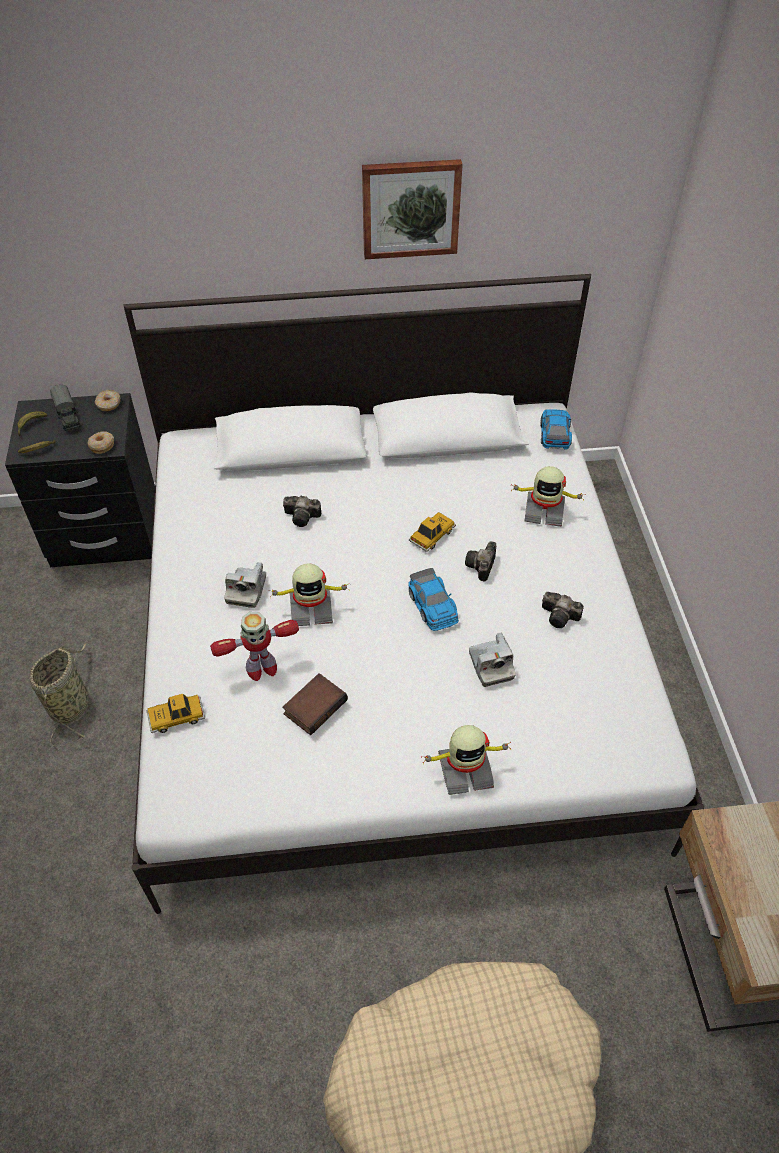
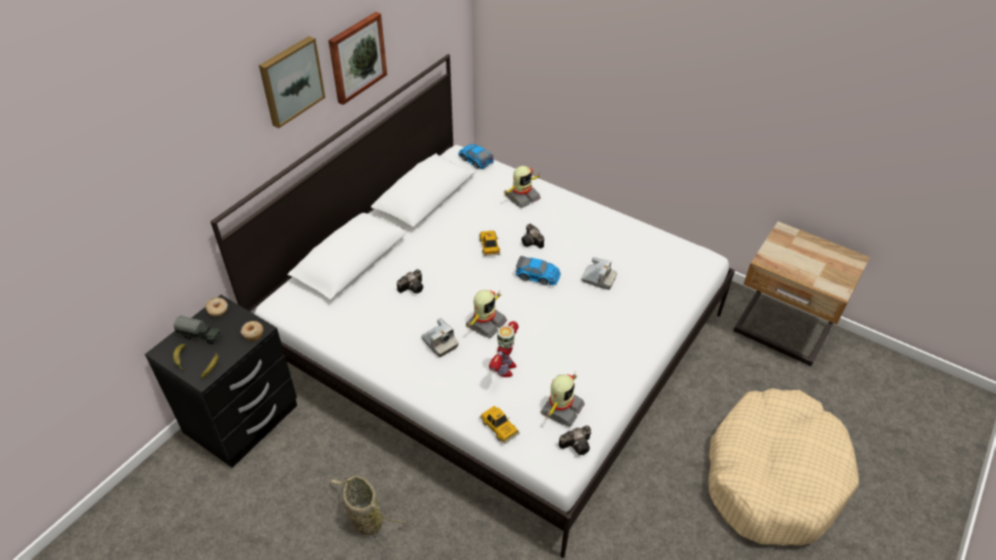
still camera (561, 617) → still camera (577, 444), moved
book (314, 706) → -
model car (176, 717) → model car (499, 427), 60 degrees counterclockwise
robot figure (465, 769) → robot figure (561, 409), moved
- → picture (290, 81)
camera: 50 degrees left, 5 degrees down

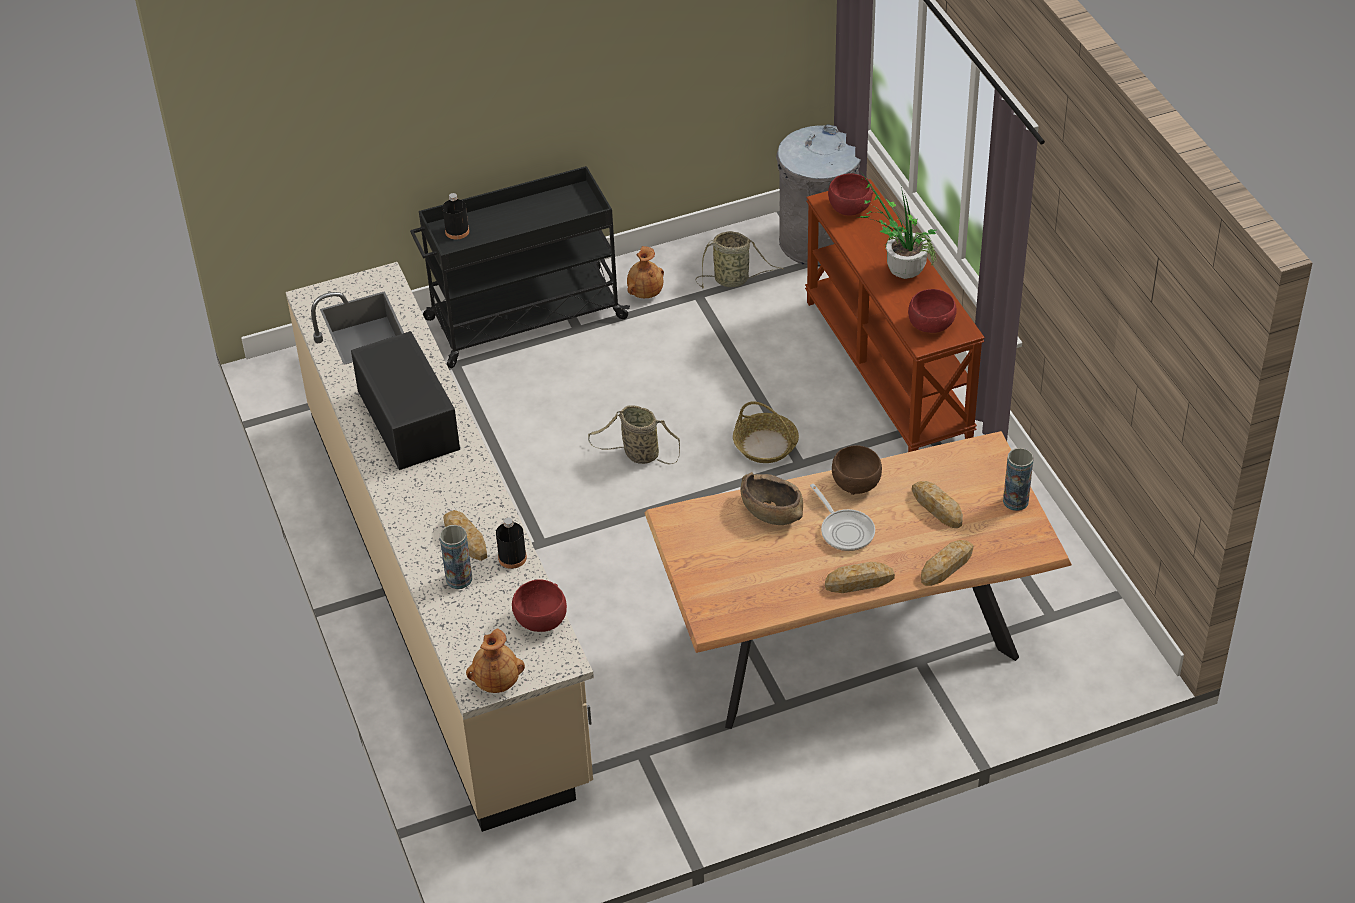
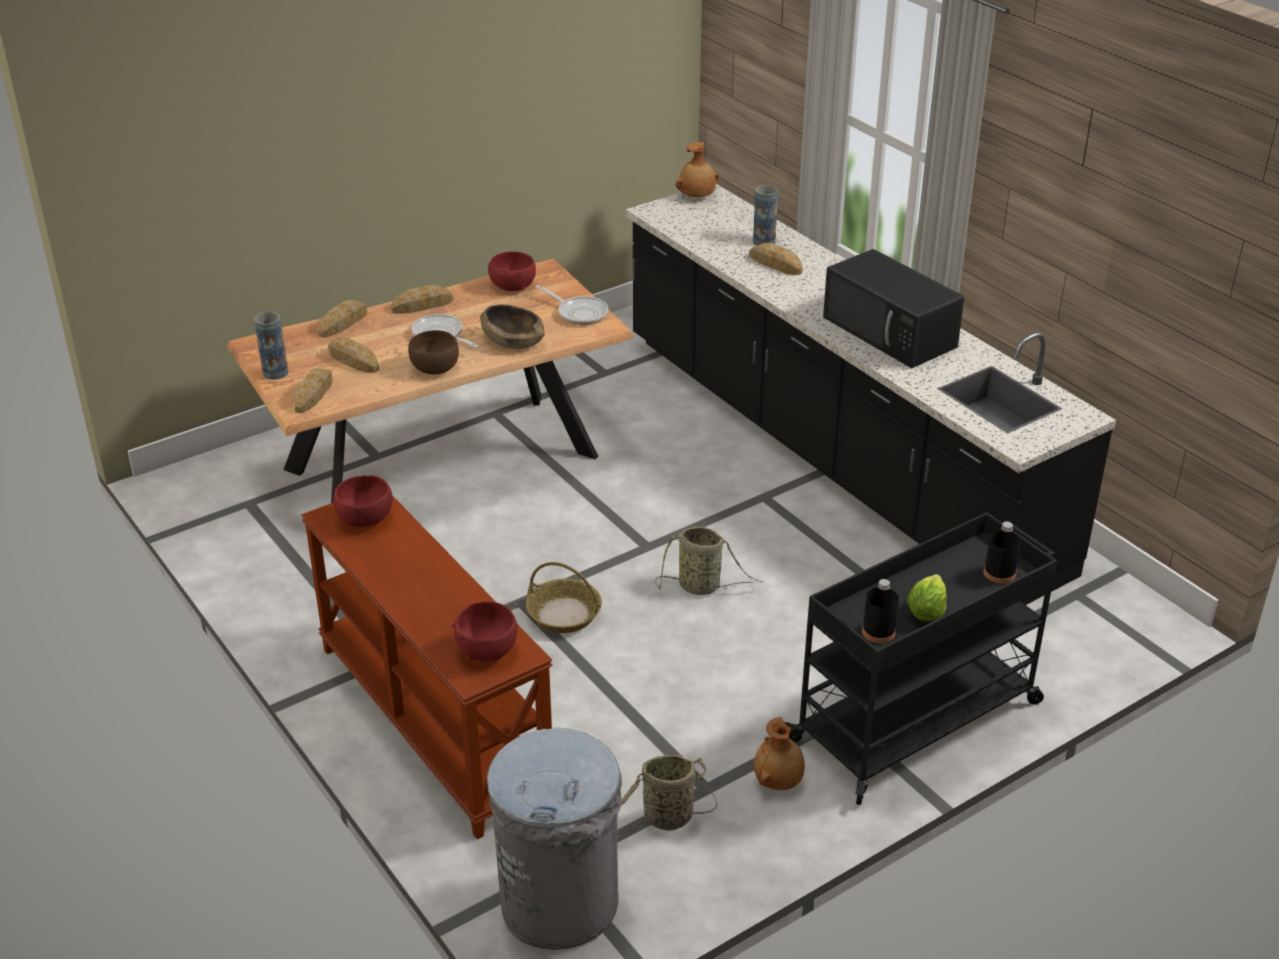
potted plant (898, 269) → -
counter in beige (445, 589) → counter in black (832, 451)
beverage bottle in black (512, 557) → beverage bottle in black (878, 632), moved
bowl in reddish (541, 620) → bowl in reddish (512, 286), moved
- → skillet (579, 313)
- → bread (313, 394)
- → lettuce (926, 612)
camera: 165 degrees right, 10 degrees down

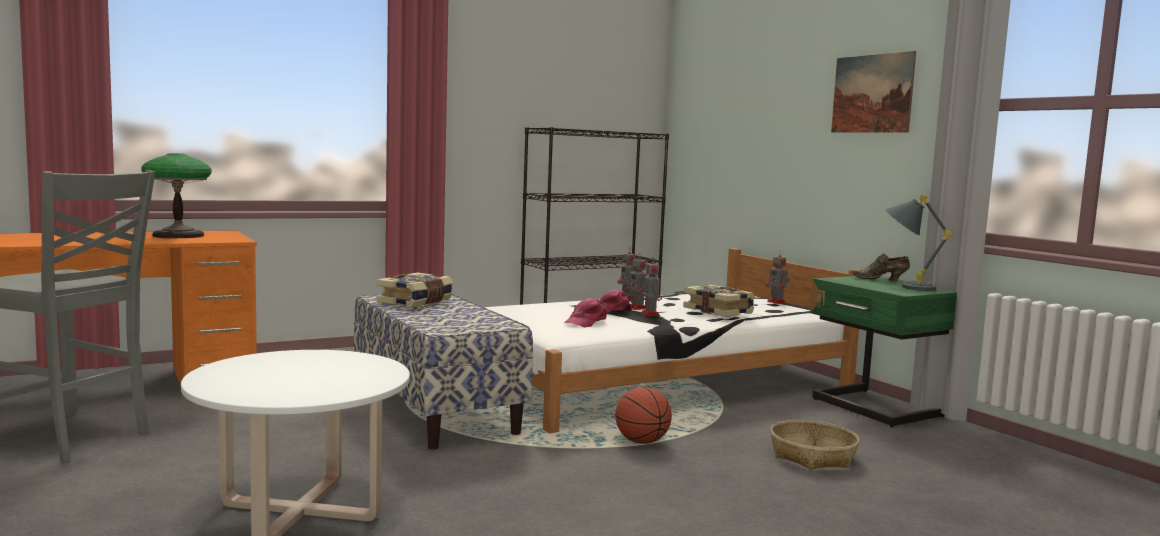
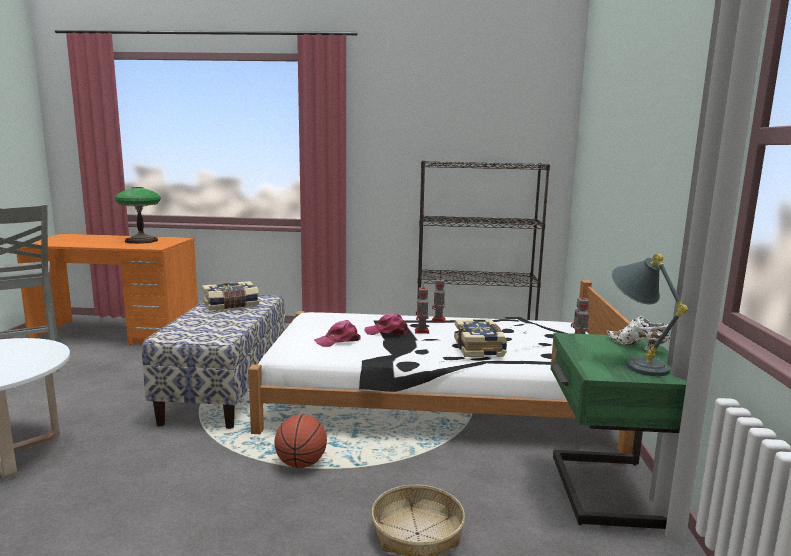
picture (872, 93) → -
shoe in brown-coloured (882, 280) → shoe in white-coloured (637, 347)
robot figure (649, 314) → -
camera: 35 degrees right, 5 degrees up

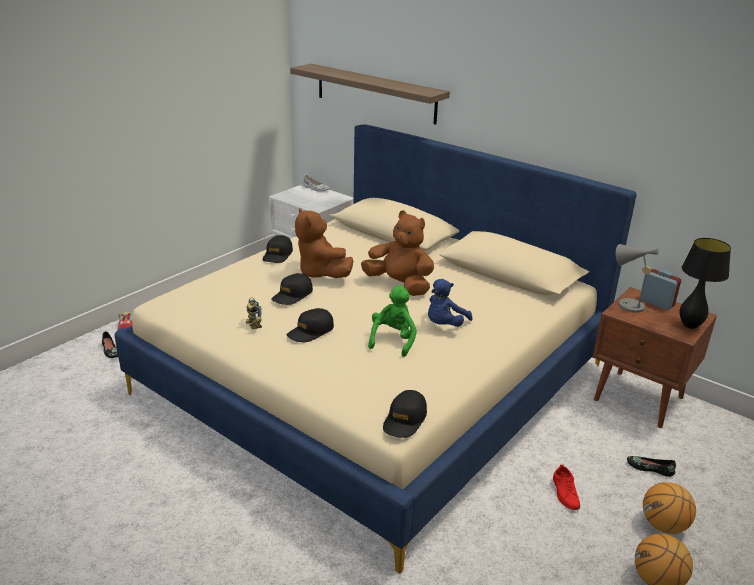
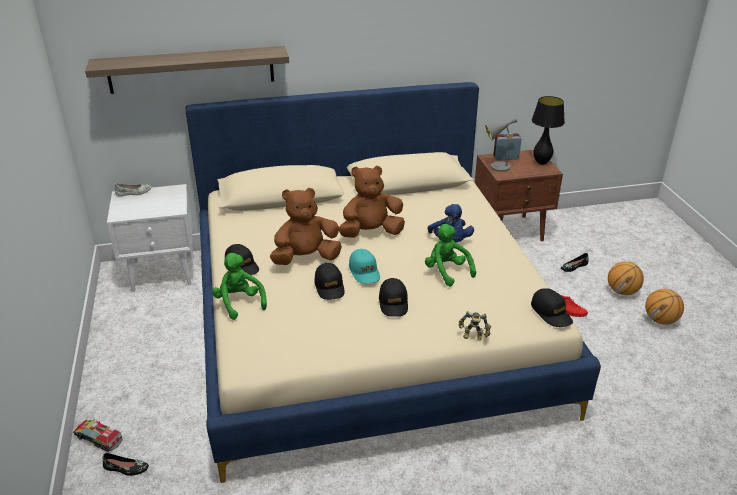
cuddly toy in brown-coloured (320, 273) → cuddly toy in brown-coloured (306, 258), 150 degrees clockwise
robot figure (252, 325) → robot figure (473, 337), moved
- → cap in turquoise (364, 271)
- → cuddly toy in greenish (239, 303)
camera: 50 degrees left, 5 degrees up

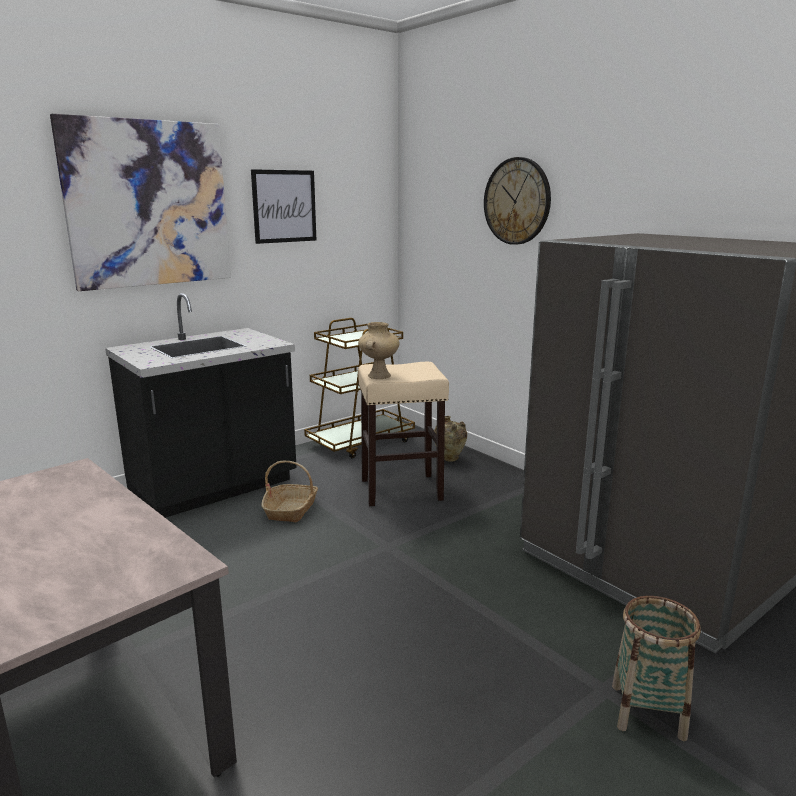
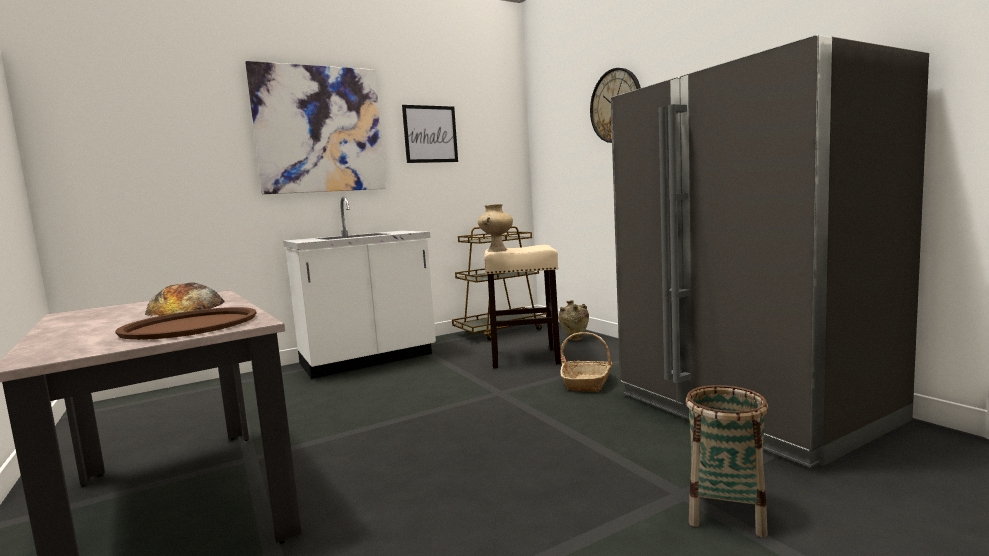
counter in black (214, 489) → counter in white-coloured (368, 360)
household basket (291, 509) → household basket (587, 383), moved
- → bread (186, 307)
- → carrying tray in brown-coloured (190, 325)
camera: 10 degrees right, 10 degrees down

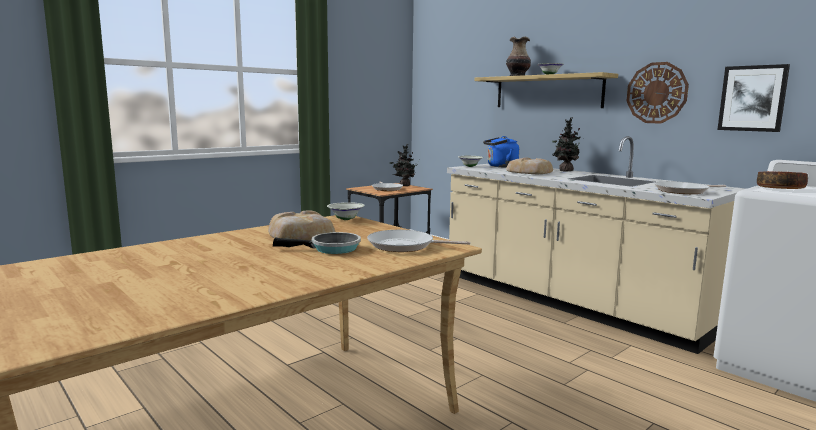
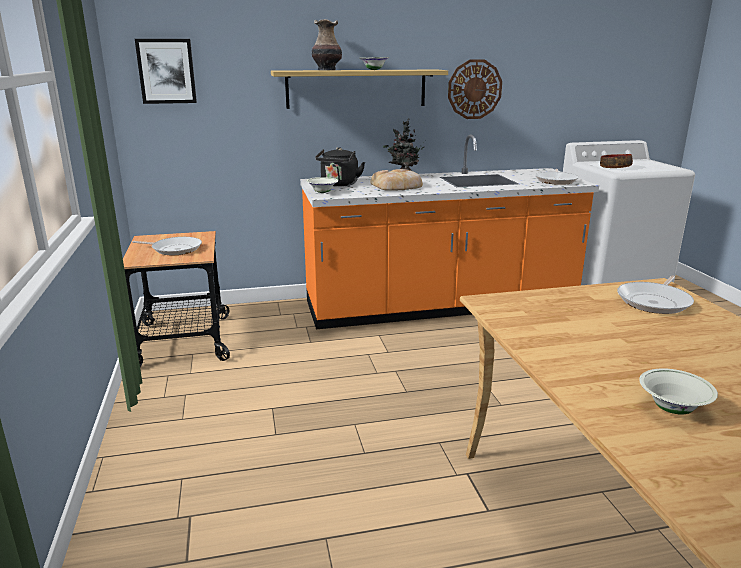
picture (752, 98) → picture (166, 71), moved
counter in beige (569, 302) → counter in orangey (440, 306)
kettle in bluish (500, 166) → kettle in black (339, 185)
potted plant (404, 185) → -
bowl in white-coloured (346, 219) → bowl in white-coloured (672, 409), moved
bread (301, 235) → -
skillet (331, 248) → -
camera: 60 degrees left, 10 degrees up

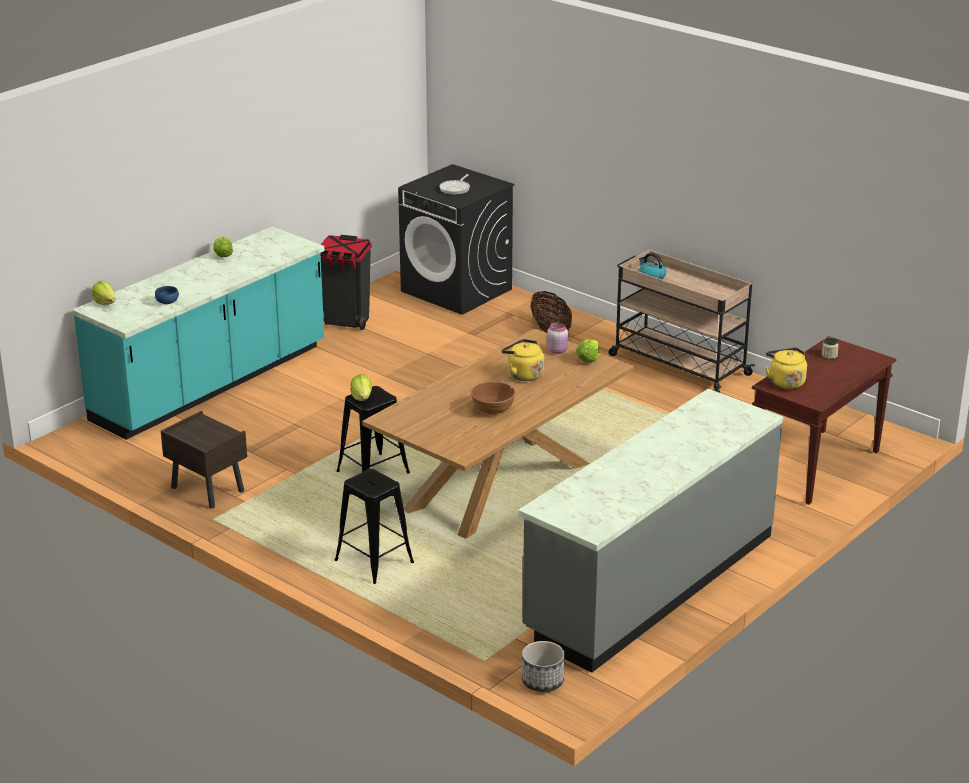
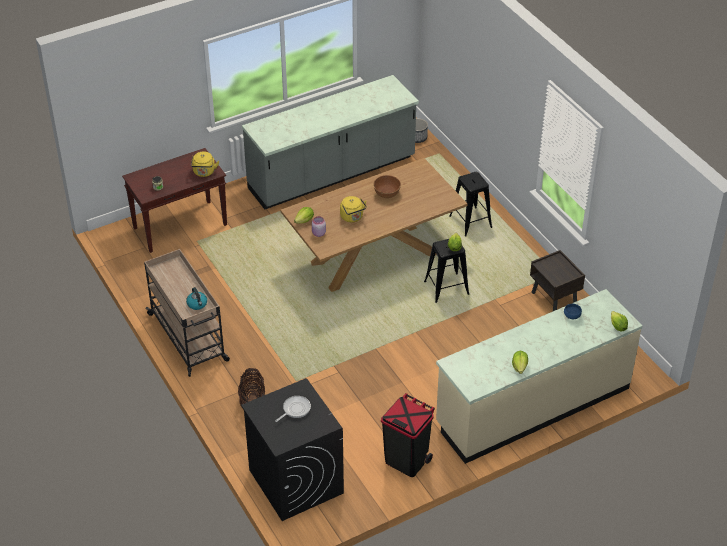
counter in turquoise (211, 384) → counter in beige (532, 406)
camera: 160 degrees left, 15 degrees up

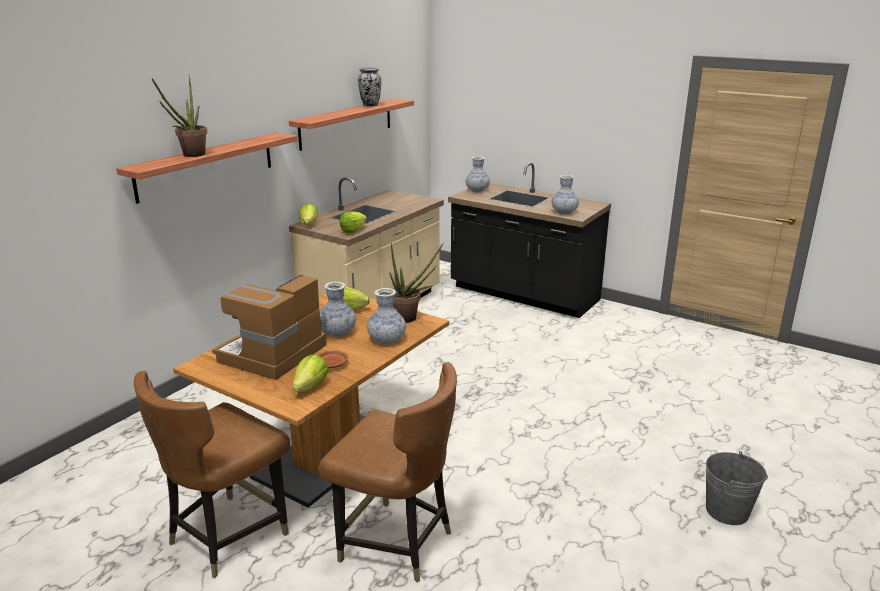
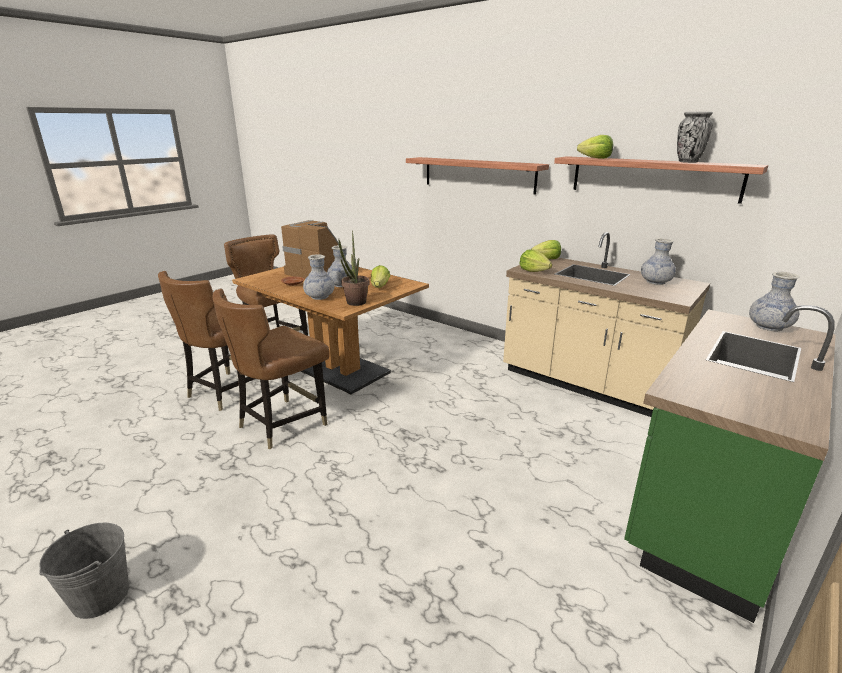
potted plant (190, 155) → -
counter in black (523, 295) → counter in greenish (707, 507)
flower vase (564, 212) → flower vase (655, 282), moved
lettuce (310, 386) → lettuce (595, 158), moved
- → plain chair in brown-coloured (282, 424)
camera: 95 degrees right, 0 degrees up

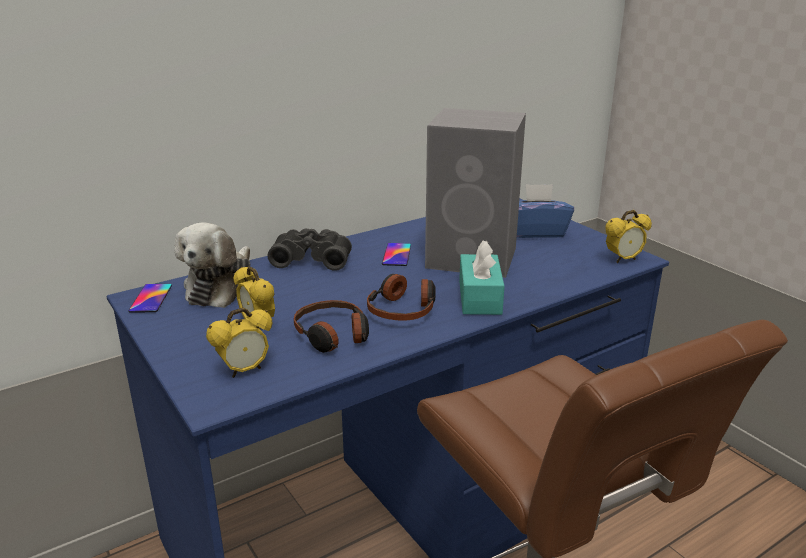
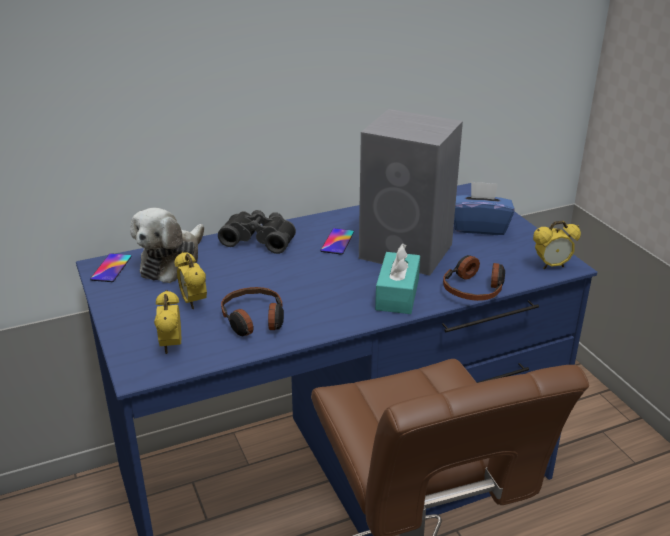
headset (403, 309) → headset (474, 288), moved
alarm clock (244, 370) → alarm clock (171, 346), 105 degrees clockwise
camera: 10 degrees right, 5 degrees up

